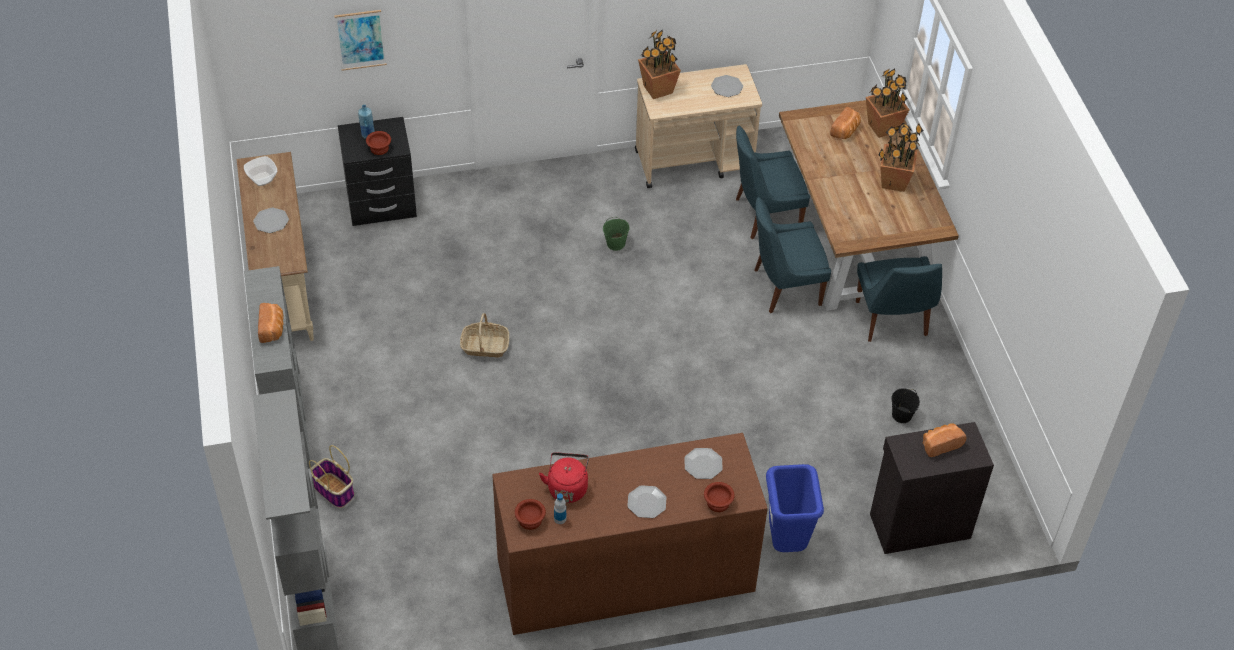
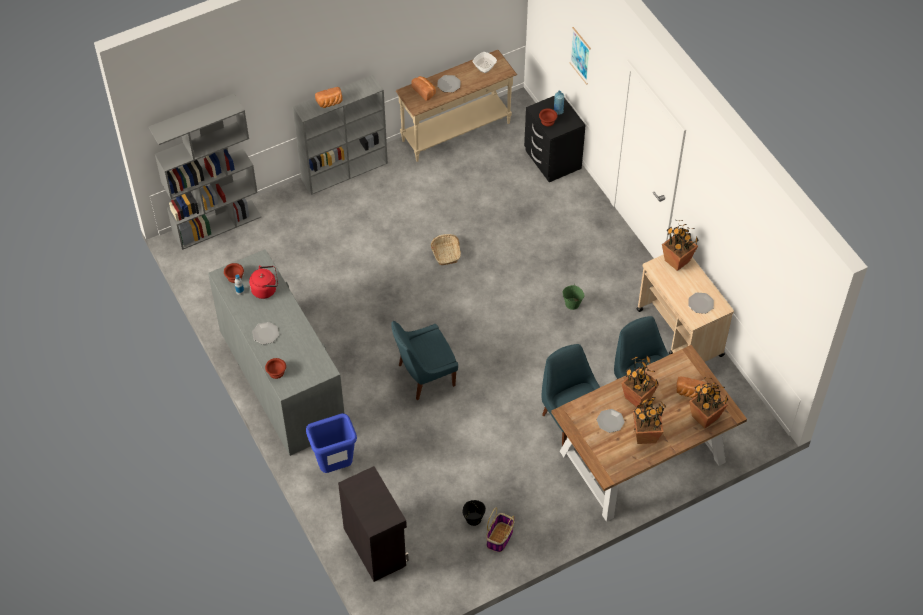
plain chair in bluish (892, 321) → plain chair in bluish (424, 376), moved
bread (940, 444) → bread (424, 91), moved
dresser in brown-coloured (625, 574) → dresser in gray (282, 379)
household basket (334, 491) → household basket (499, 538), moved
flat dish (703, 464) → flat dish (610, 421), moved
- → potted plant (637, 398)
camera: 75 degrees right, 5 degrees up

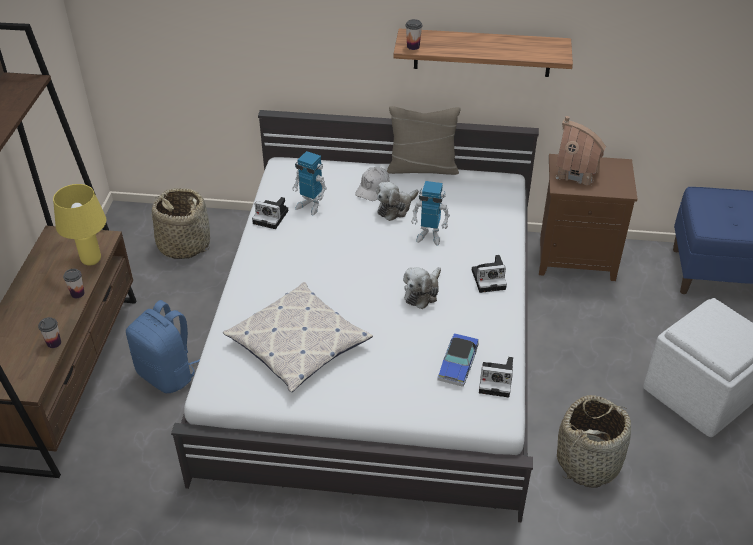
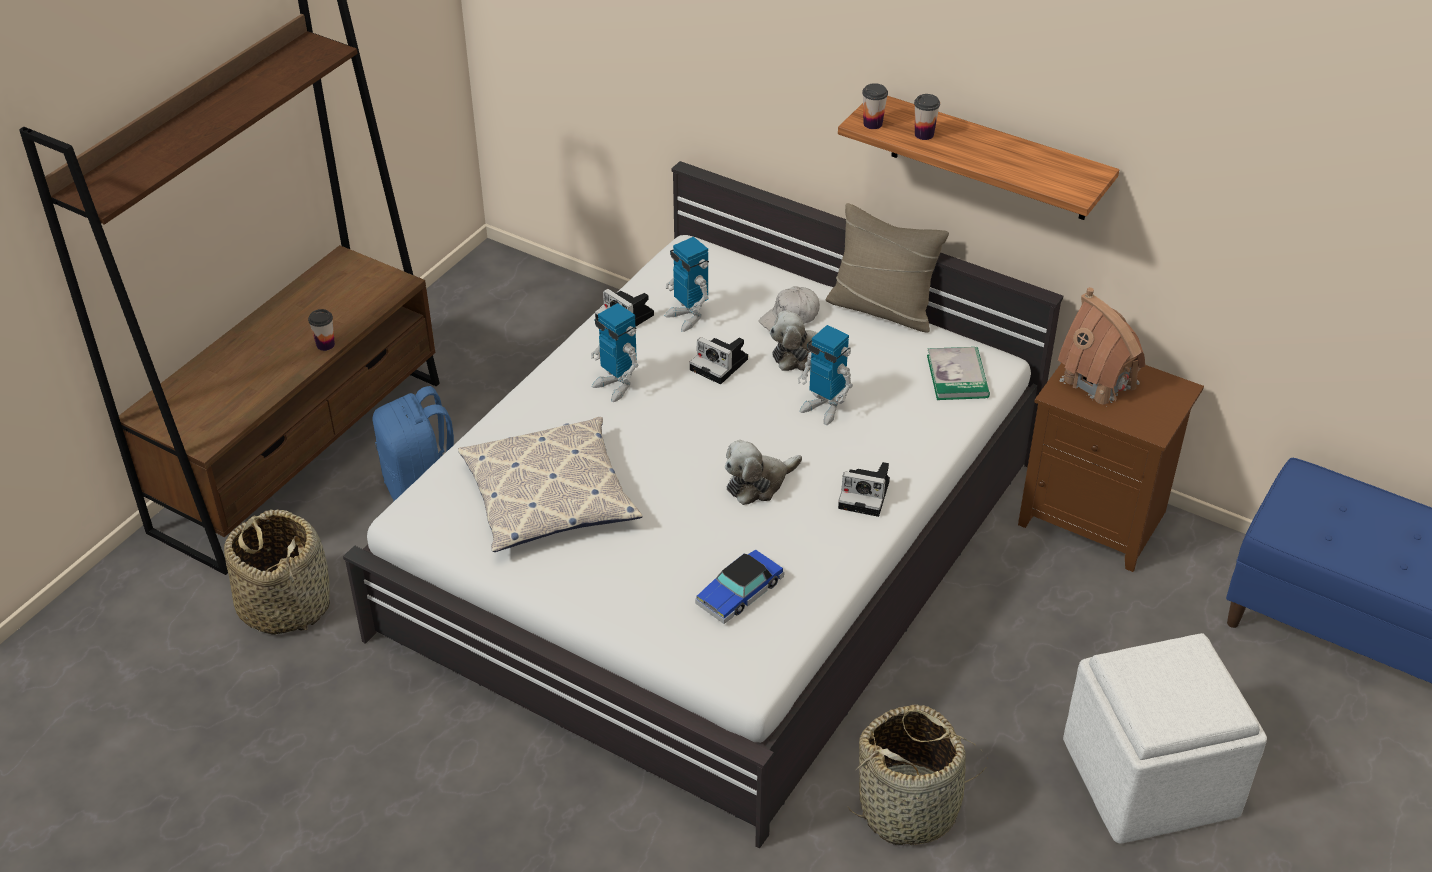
lamp for a table in yellow (91, 260) → -
household basket (184, 244) → household basket (285, 604), moved
cup (54, 343) → cup (924, 134), moved
still camera (497, 380) → still camera (721, 365), moved
- → robot figure (616, 386)
- → book (957, 376)
camera: 25 degrees right, 0 degrees up

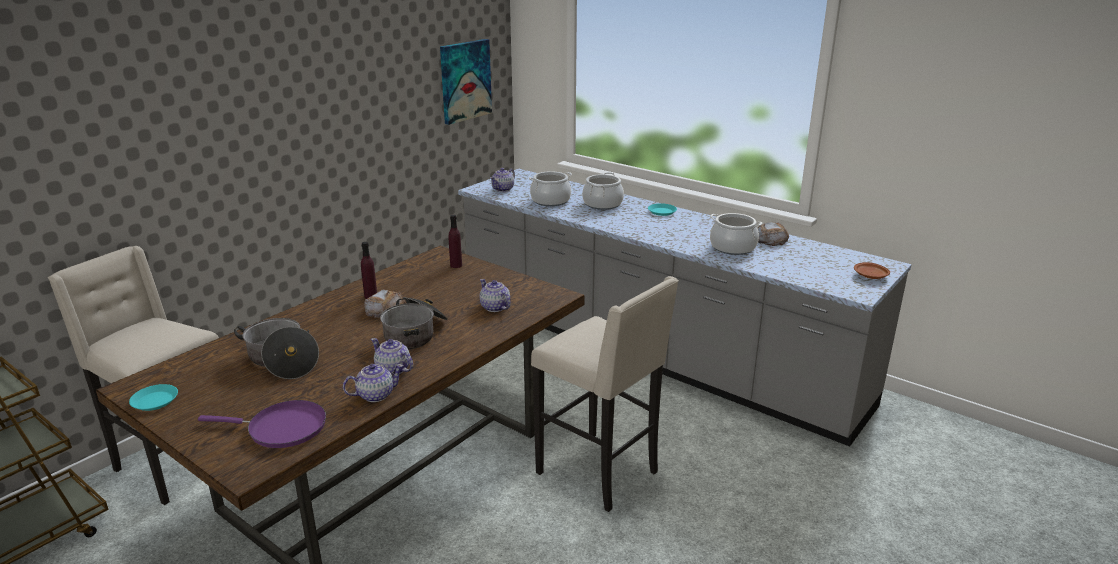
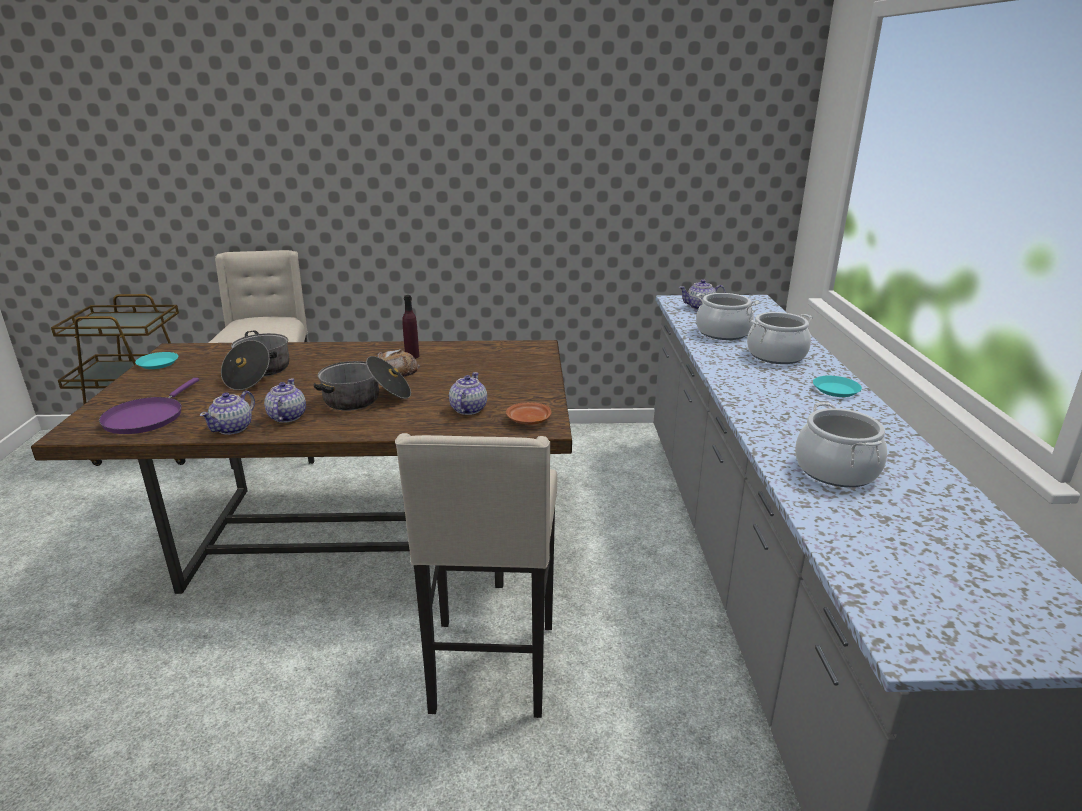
picture (465, 81) → -
beverage bottle in purple (456, 265) → -
bread (770, 239) → -
flat dish in brown-coloured (870, 276) → flat dish in brown-coloured (528, 420), moved
teapot (375, 395) → teapot (233, 428), 90 degrees clockwise
skillet in purple (282, 428) → skillet in purple (147, 417), 45 degrees clockwise
camera: 50 degrees right, 0 degrees up

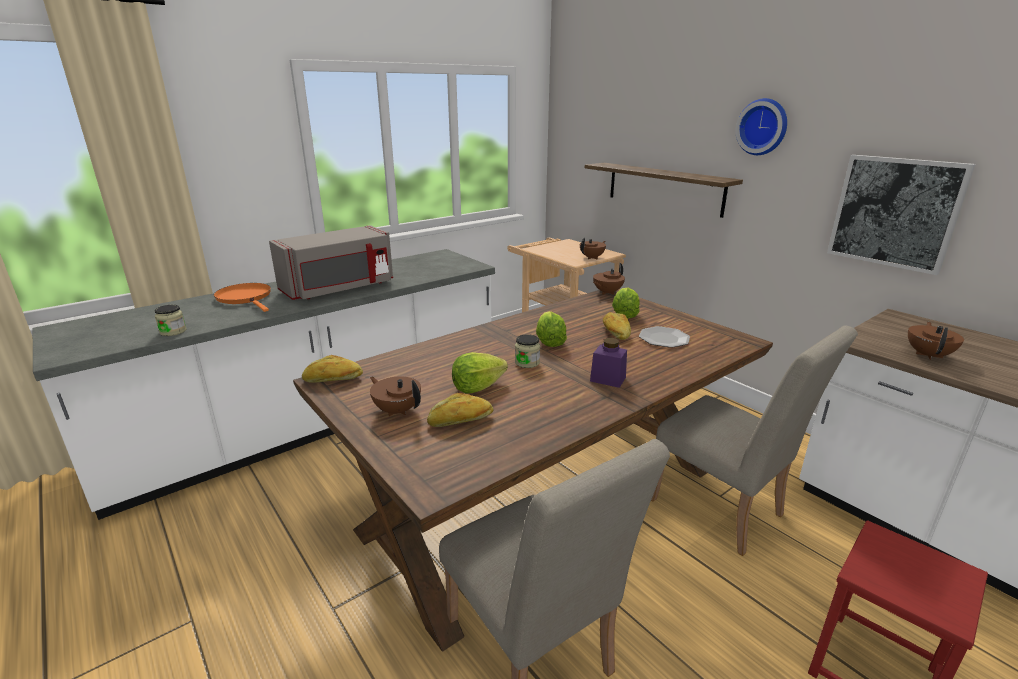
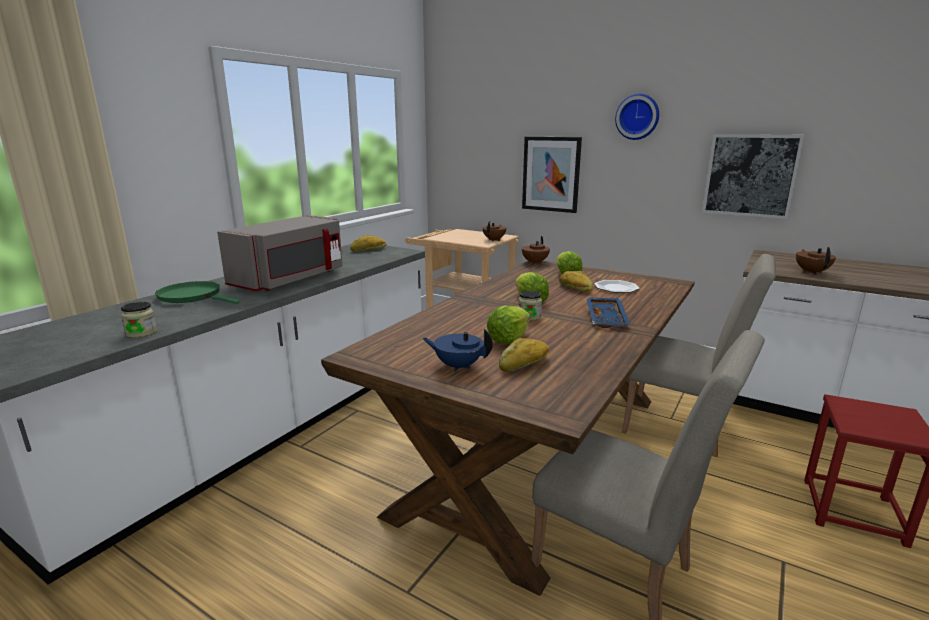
bracket shelf (664, 188) → picture (551, 174)
skillet in orangey (245, 298) → skillet in greenish (193, 296)
storage jar in purple (608, 379) → carrying tray in bluish (607, 319)
bread (333, 379) → bread (368, 250), moved
teapot in brown-coloured (397, 410) → teapot in bluish (458, 366)
camera: 20 degrees left, 5 degrees down

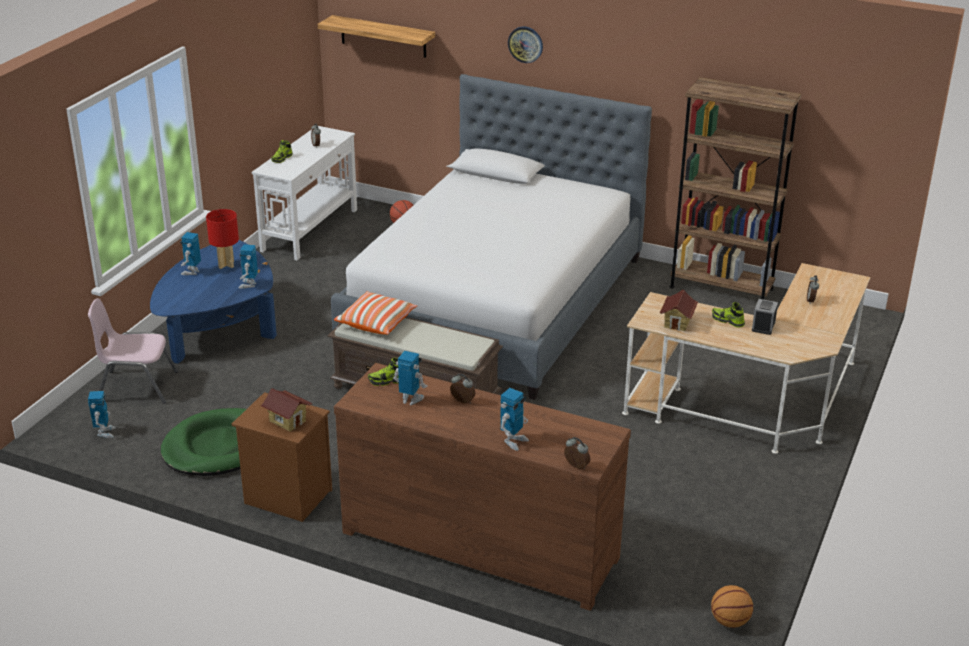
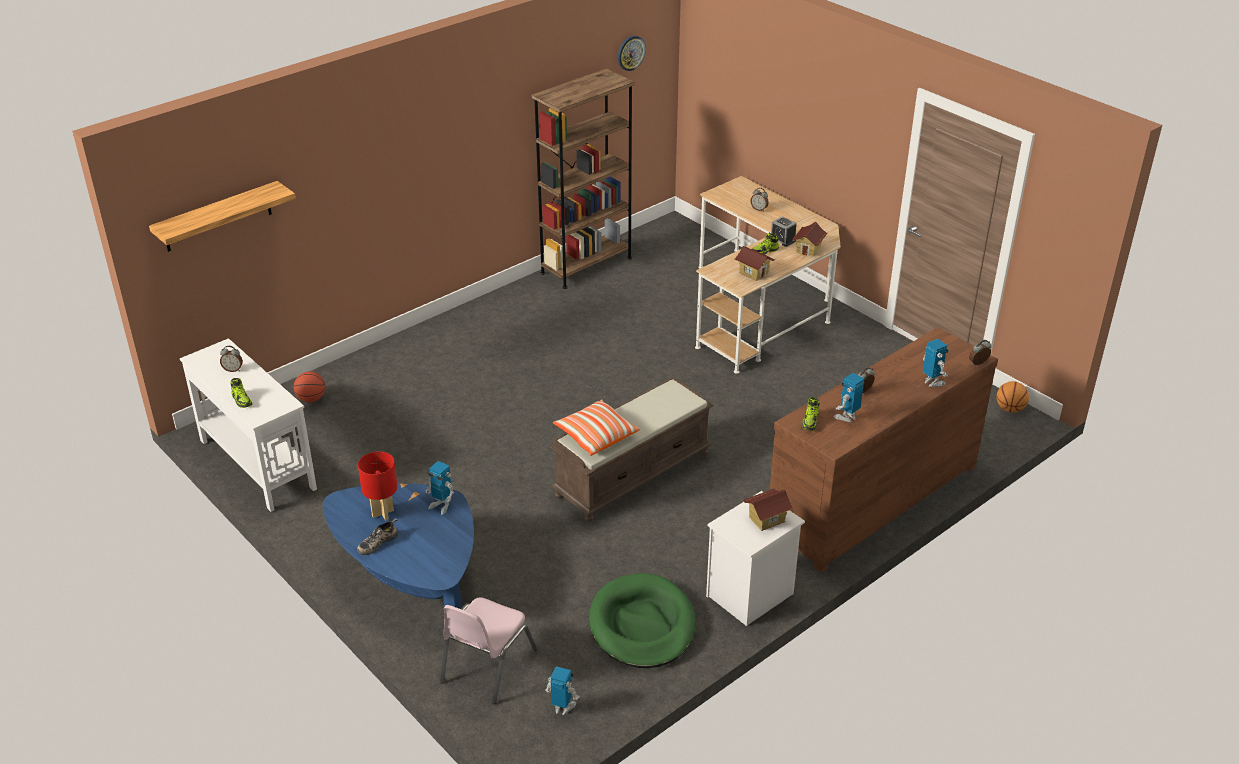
clock on the wall (525, 44) → clock on the wall (631, 53), moved
sleeping bed (496, 302) → -
robot figure (192, 272) → shoe (377, 542)
nightstand in brown-coloured (286, 497) → nightstand in white-coloured (750, 596)
- → miniature house (808, 250)
camera: 65 degrees left, 5 degrees up

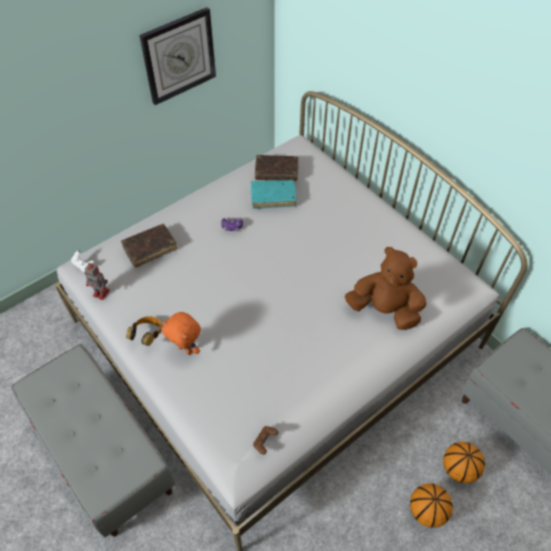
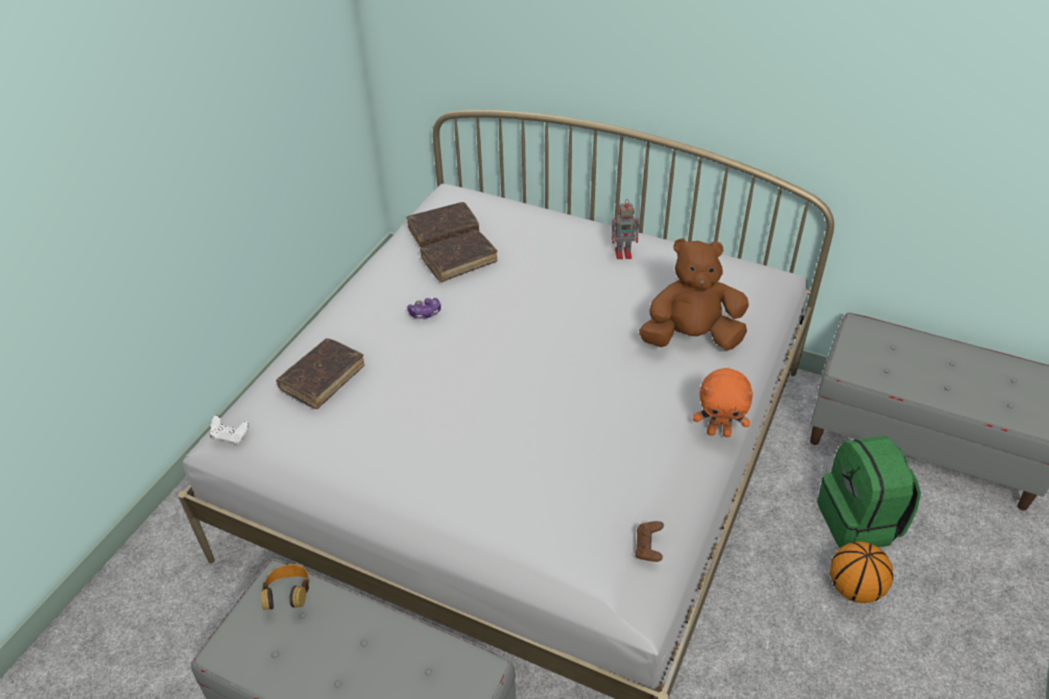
clock on the wall (179, 56) → -
book in turquoise (273, 197) → book in brown-coloured (459, 261)
robot figure (102, 293) → robot figure (624, 253), moved
cuddly toy in orangey (186, 349) → cuddly toy in orangey (719, 432), moved
headset (147, 335) → headset (289, 595), moved
ball for basketball (459, 469) → rucksack in greenish (859, 522)
camera: 25 degrees left, 10 degrees down

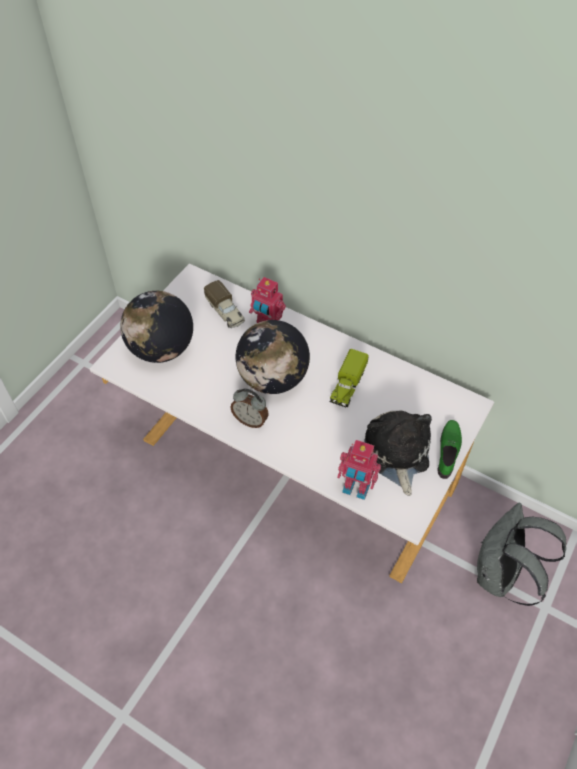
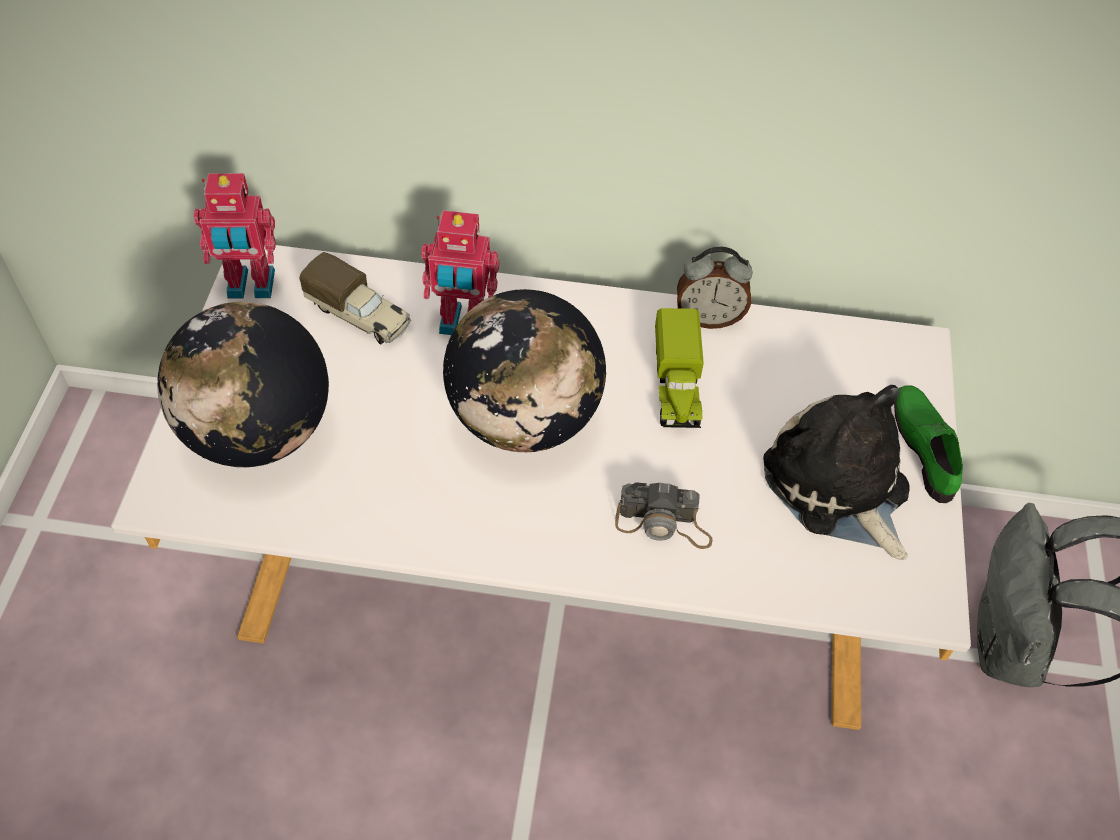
alarm clock (250, 420) → alarm clock (708, 318), moved
robot figure (355, 489) → robot figure (251, 287), moved
- → still camera (664, 524)
camera: 25 degrees left, 0 degrees up

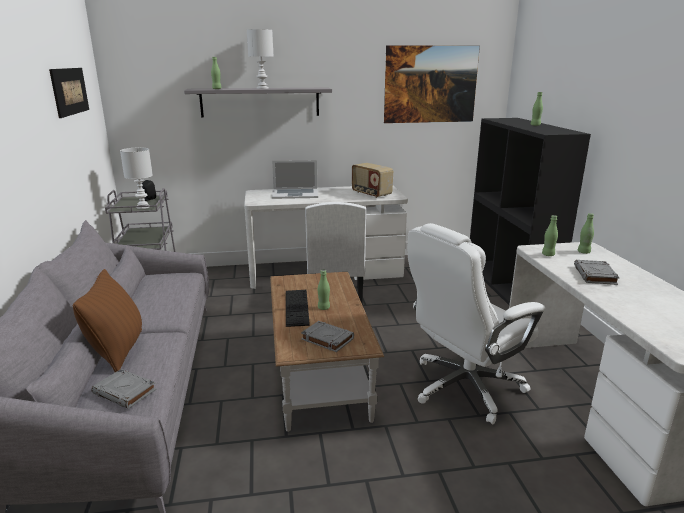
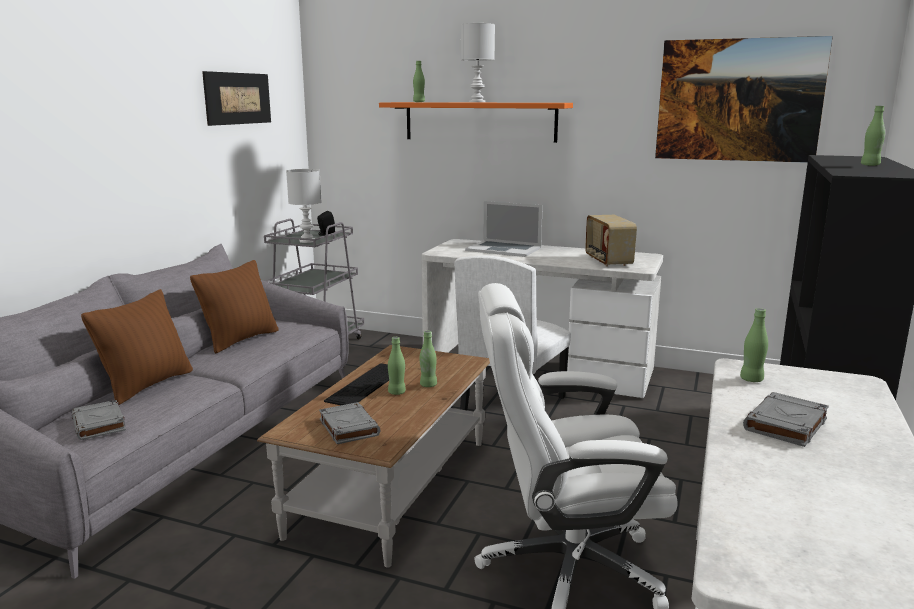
bracket shelf in gray (260, 102) → bracket shelf in orangey (479, 121)
beverage bottle in greenish (583, 252) → beverage bottle in greenish (428, 385), moved
- → throw pillow in brown-coloured (240, 340)
camera: 30 degrees right, 5 degrees down

